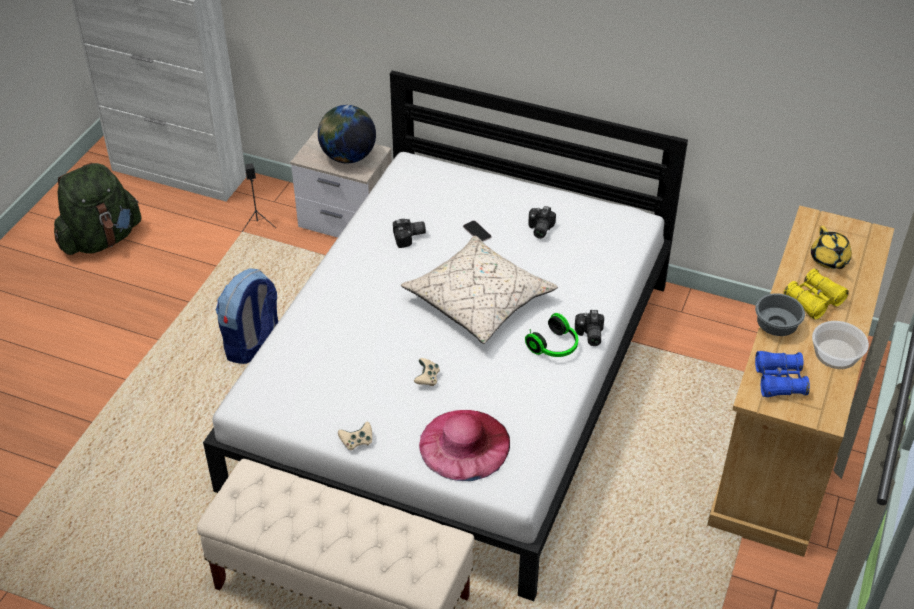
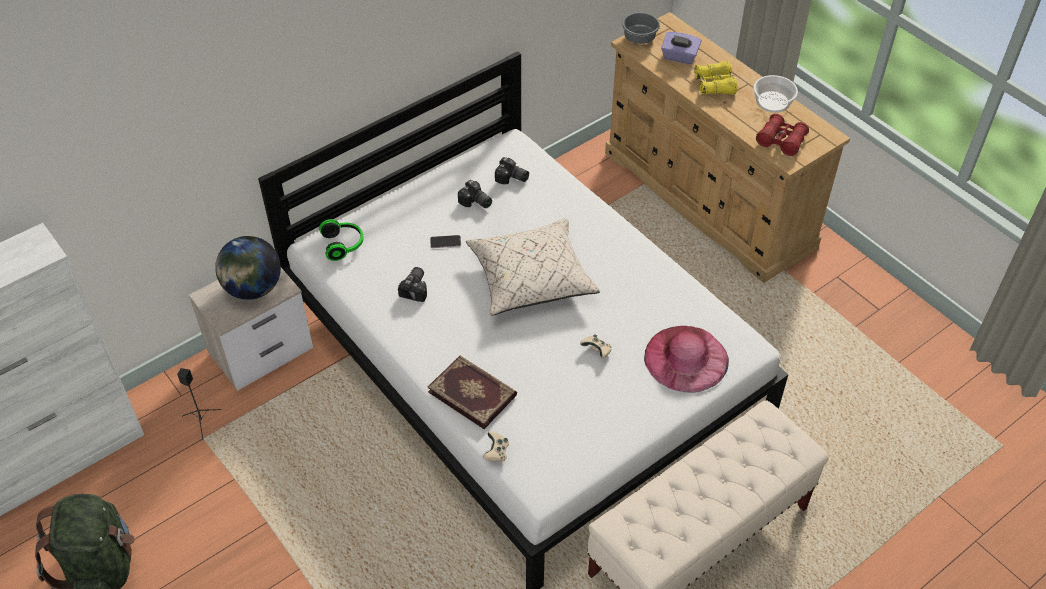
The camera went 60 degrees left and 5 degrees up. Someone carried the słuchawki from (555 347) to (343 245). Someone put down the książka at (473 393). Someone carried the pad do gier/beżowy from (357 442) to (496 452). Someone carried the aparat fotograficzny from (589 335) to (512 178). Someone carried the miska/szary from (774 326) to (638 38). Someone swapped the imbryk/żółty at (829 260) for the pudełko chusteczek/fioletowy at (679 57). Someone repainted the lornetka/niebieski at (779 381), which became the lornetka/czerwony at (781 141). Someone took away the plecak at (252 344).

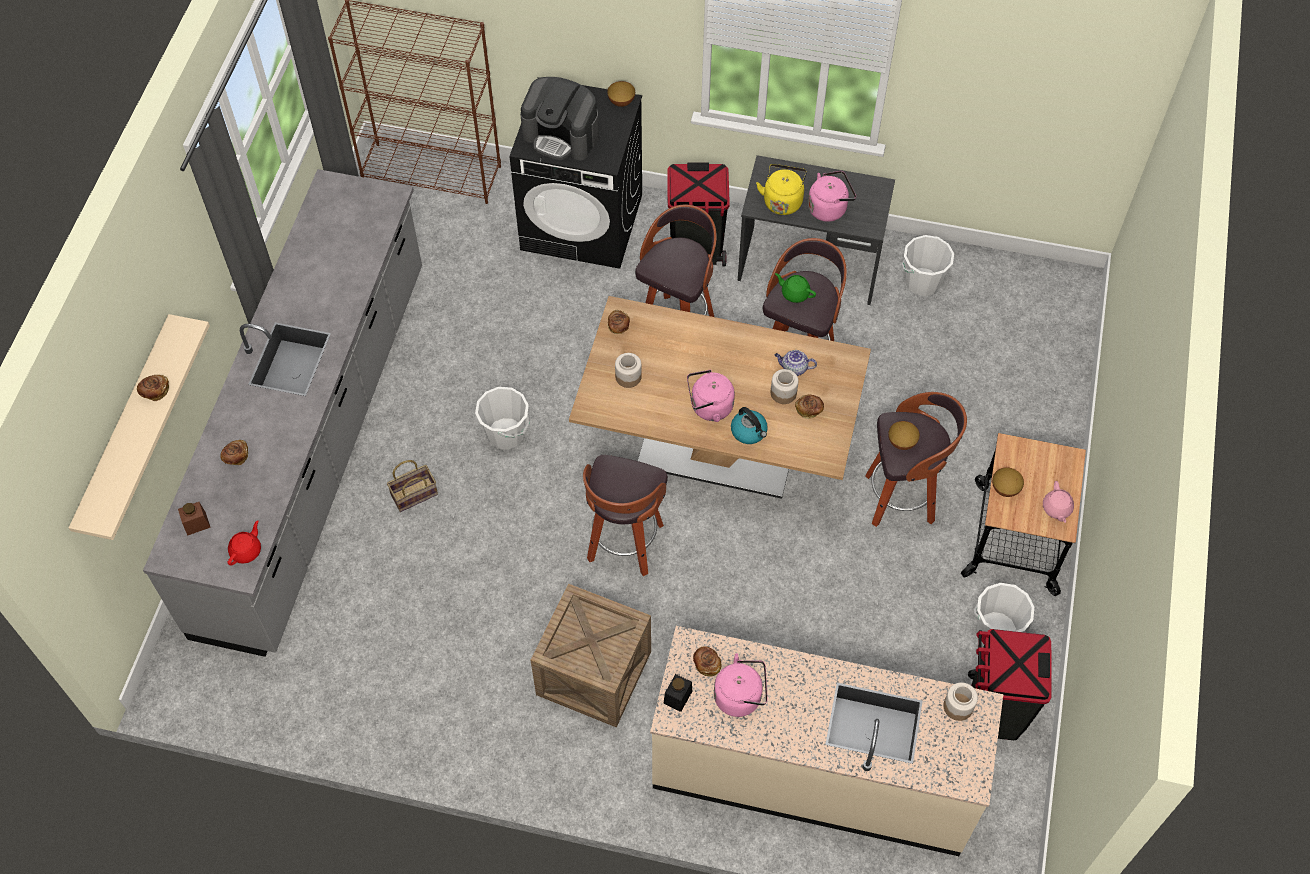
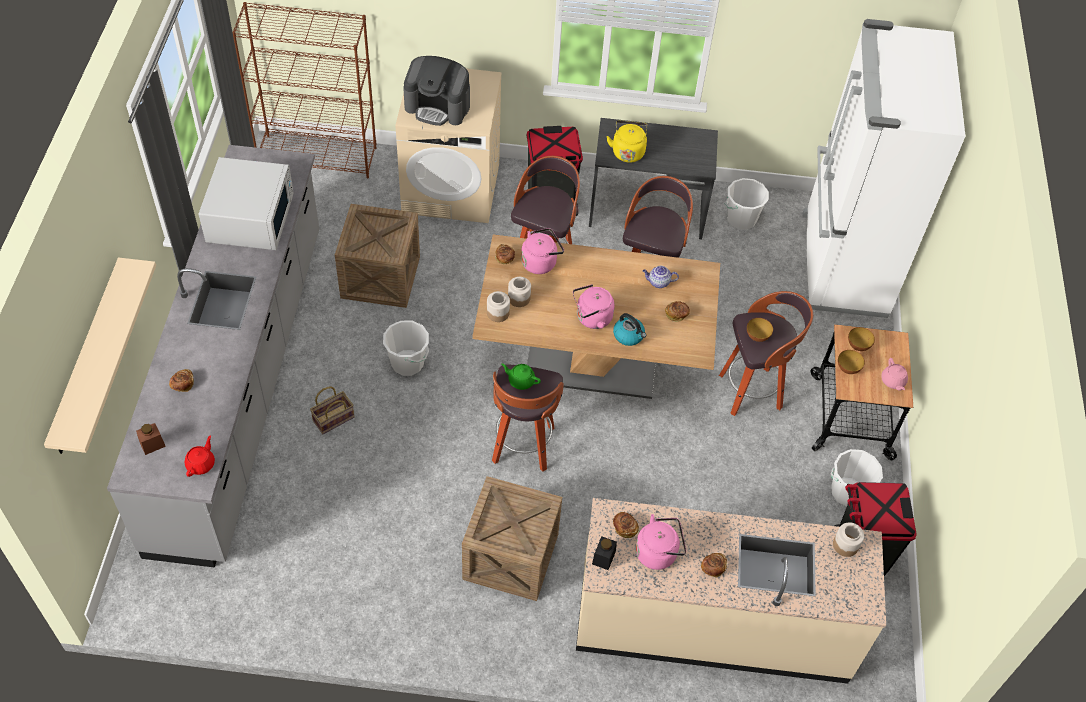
The camera went 10 degrees left and 5 degrees down. Someone put down the mikrofalówka/biały at (251 218). Someone put down the skrzynka at (380 277). Someone repainted the pralka/czarny at (582 222), which became the pralka/beżowy at (452 188). Someone carried the słoik from (783 393) to (498 313). Someone carried the imbryk/zielony from (794 293) to (521 380). Someone carried the czajnik/różowy from (829 208) to (540 262). Someone carried the chleb from (155 391) to (712 568). Someone put down the lodówka/biały at (841 265). Someone carried the miska from (621 102) to (858 346).

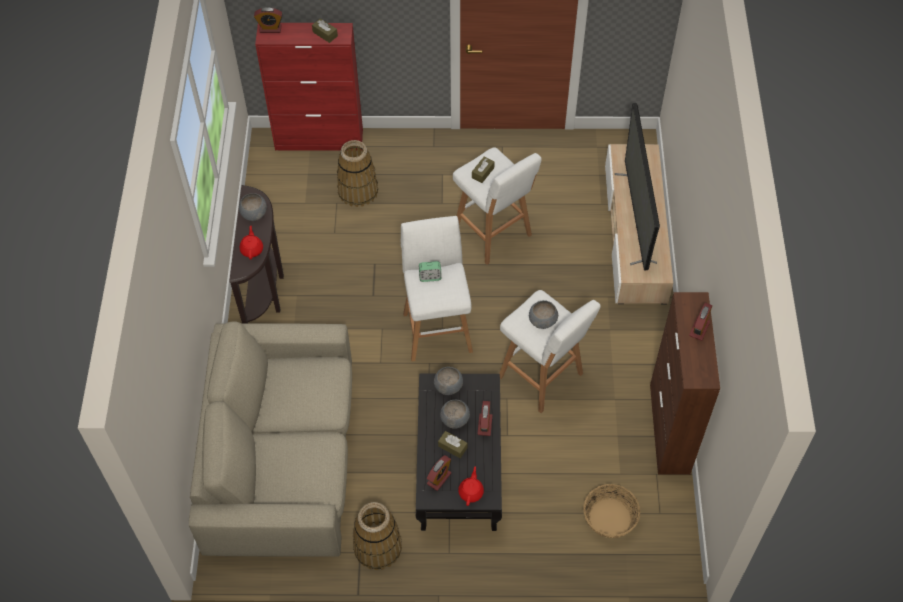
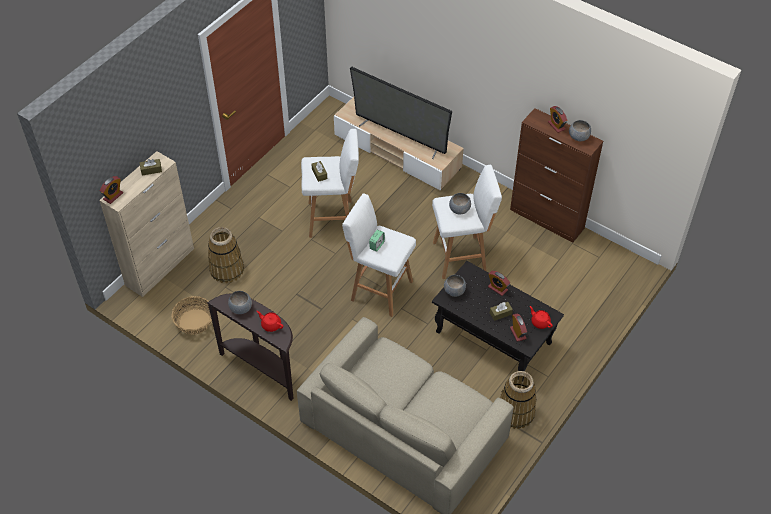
The camera went 55 degrees left and 5 degrees down. Someone repainted the szafka/czerwony at (319 140), which became the szafka/beżowy at (160 266). Someone carried the koszyk from (610 518) to (195 321). Someone carried the miska/szary from (455 419) to (578 136).

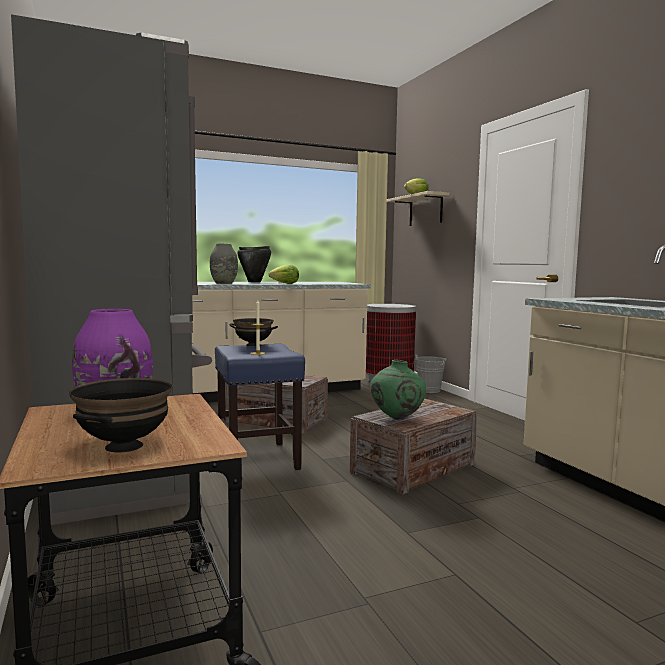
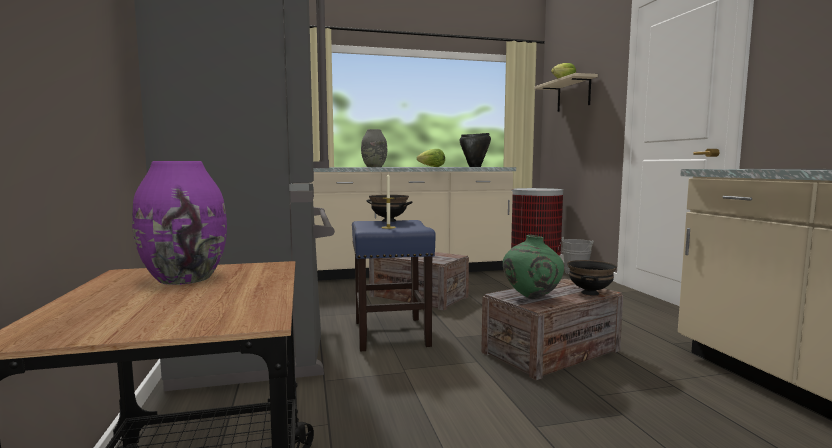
The camera went 10 degrees right and 0 degrees up. Someone carried the garnek/czarny from (254 282) to (475 166). Someone carried the miska/czarny from (123 446) to (589 293).

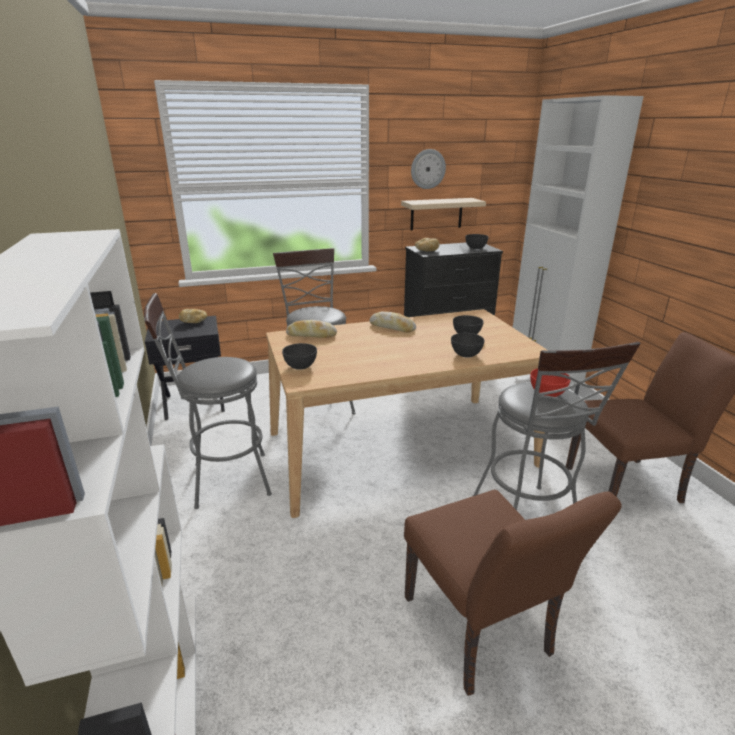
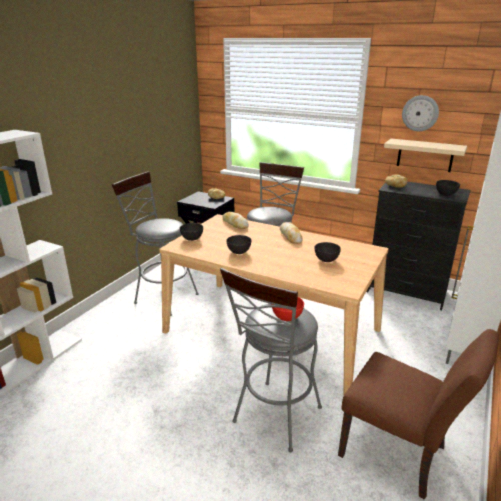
The camera went 45 degrees right and 0 degrees up. Someone carried the miska/szary from (466 355) to (239 252). Someone took away the krzesło/brązowy at (482 634).

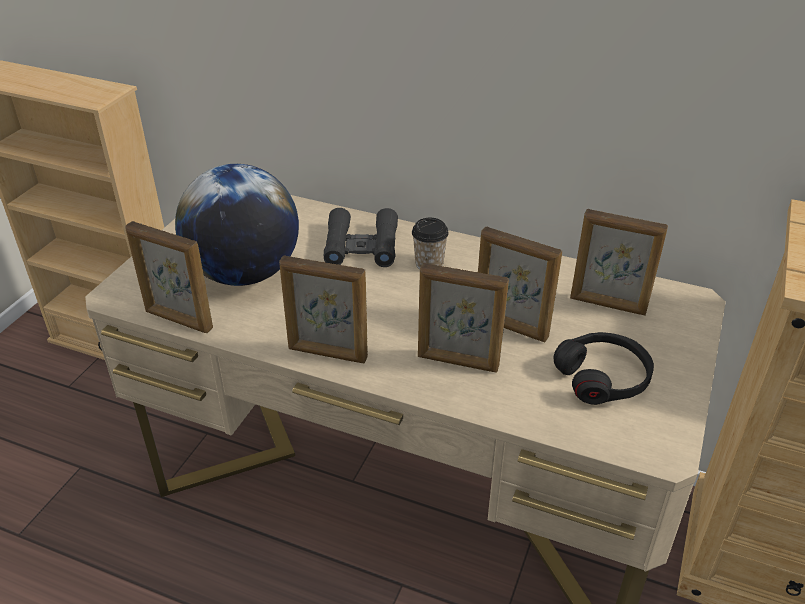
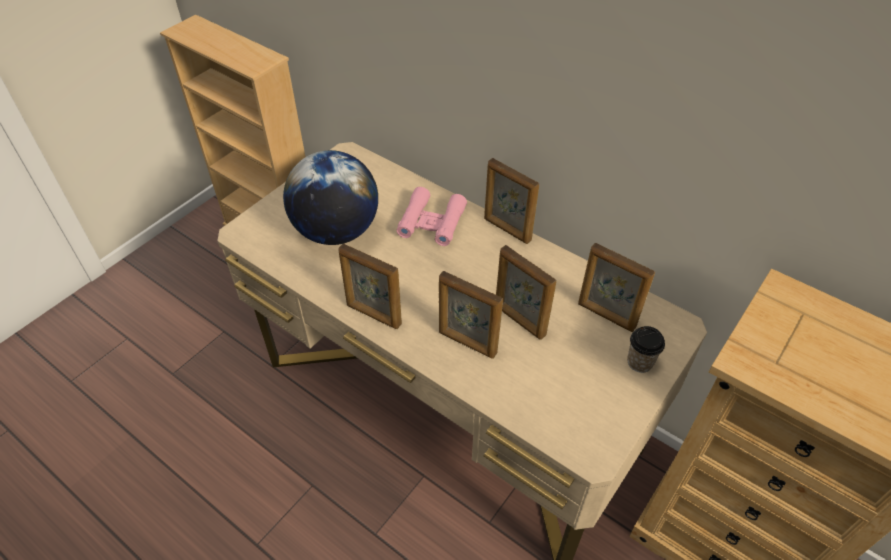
The camera went 15 degrees right and 10 degrees up. Someone repainted the lornetka/czarny at (361 246), which became the lornetka/różowy at (432 222). Someone carried the ramka na zdjęcie from (178 320) to (507 230). Someone carried the filiżanka from (429 264) to (639 362). Someone took away the słuchawki/czarny at (603 377).

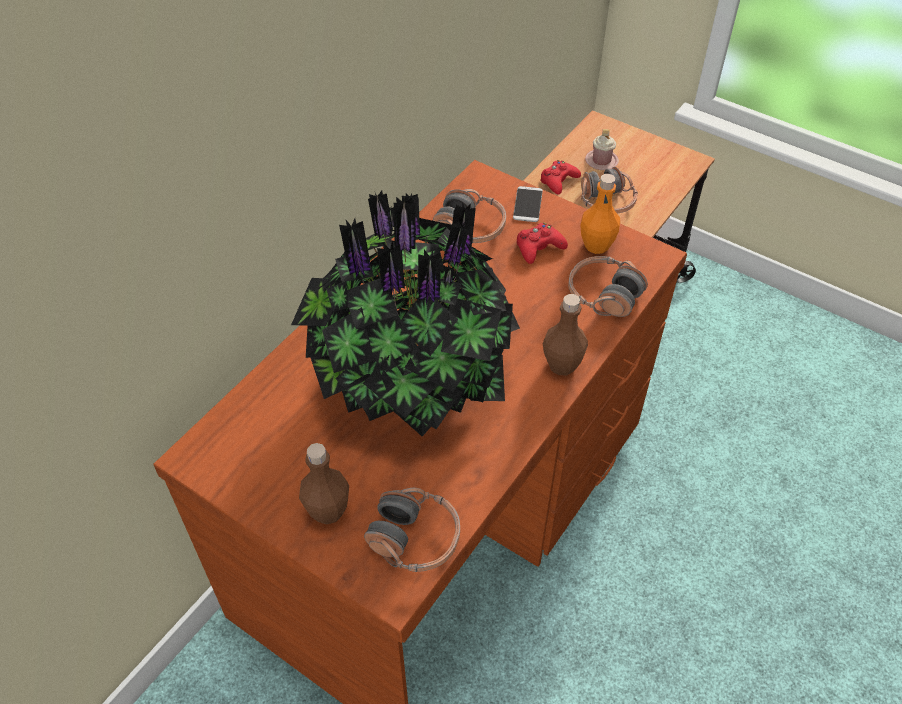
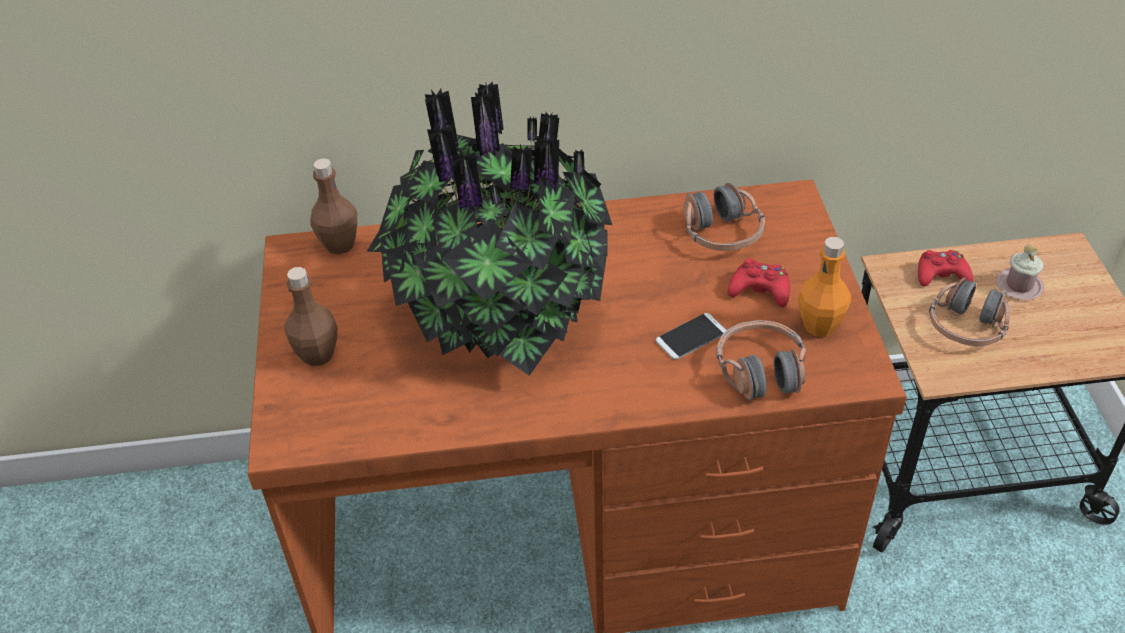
The camera went 50 degrees right and 5 degrees down. Someone carried the butelka/brązowy from (562 365) to (339 244). Someone carried the telefon from (527 204) to (691 337). Someone took away the słuchawki at (415 538).

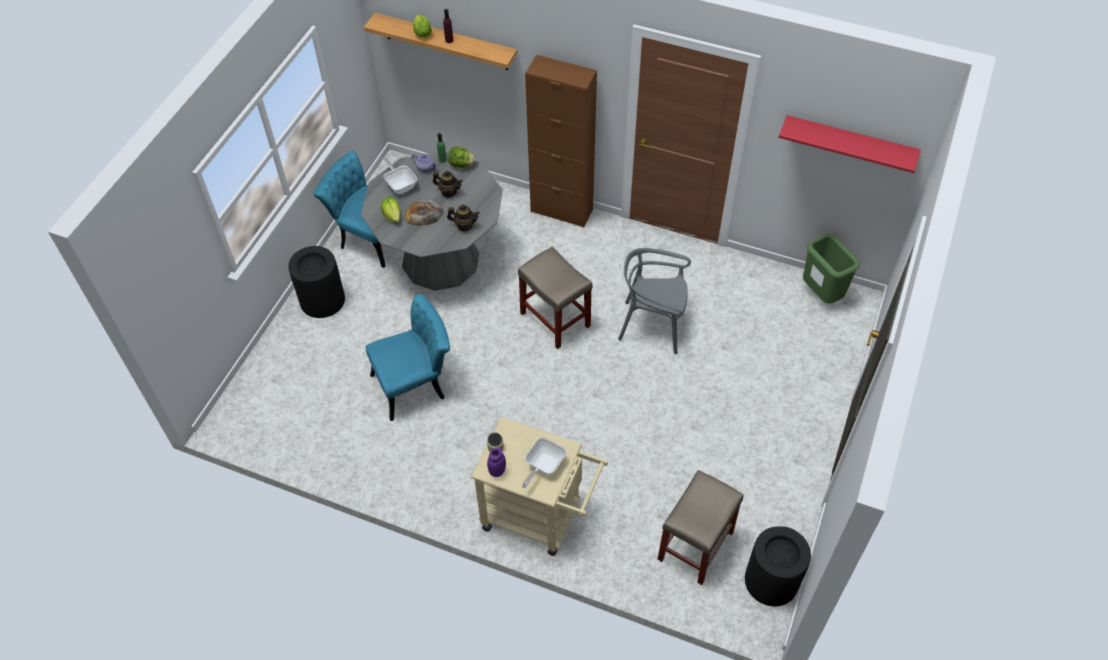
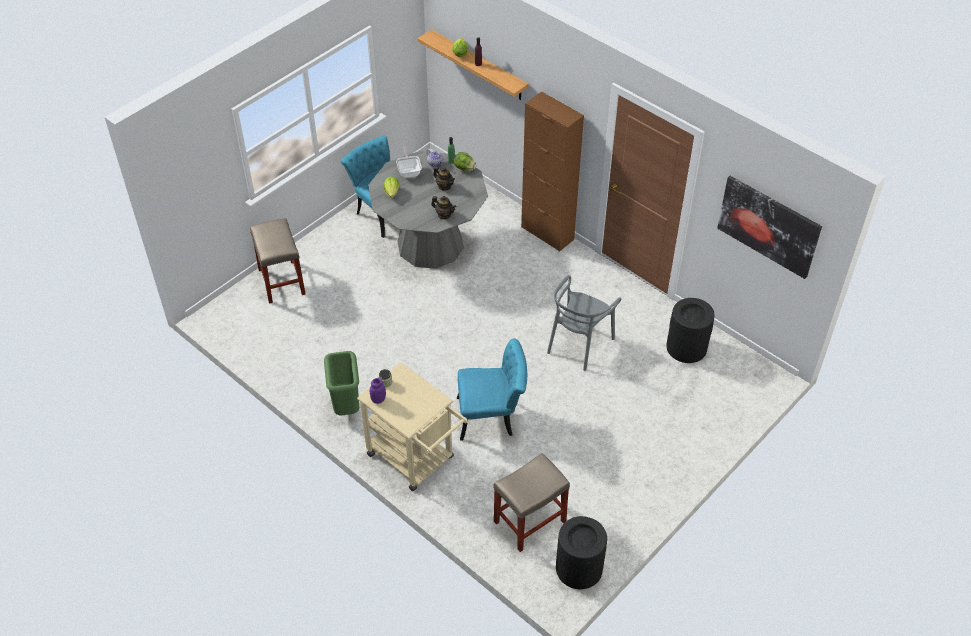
The camera went 20 degrees right and 5 degrees down. Someone carried the stołek/beżowy from (556 320) to (282 282). Someone carried the kosz na śmieci/zielony from (821 294) to (347 407). Someone carried the krzesło/turkusowy from (416 384) to (492 416). Someone rotated the krzesło/szary at (652 325) by 90 degrees counterclockwise. Someone carried the kosz na śmieci/czarny from (322 300) to (686 347). Someone swapped the półka/czerwony at (849 143) for the obraz at (768 226). Someone took away the chleb at (423 213). Someone took away the patelnia at (543 466).

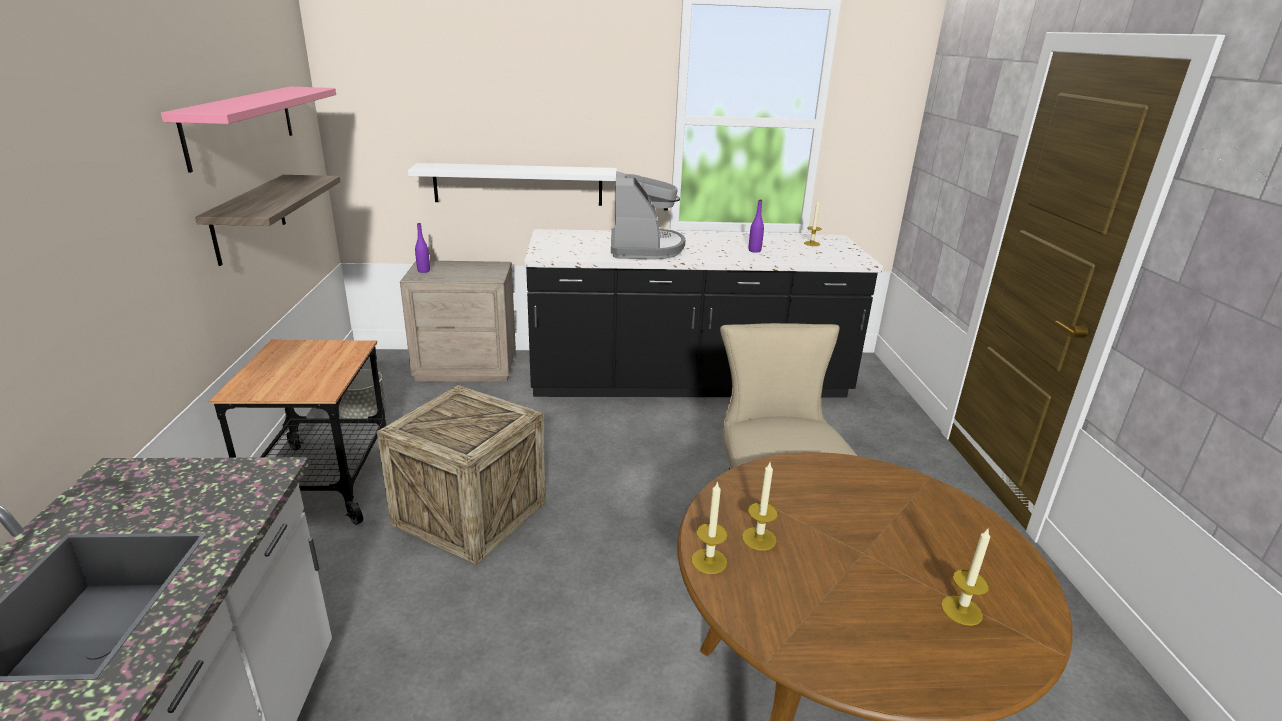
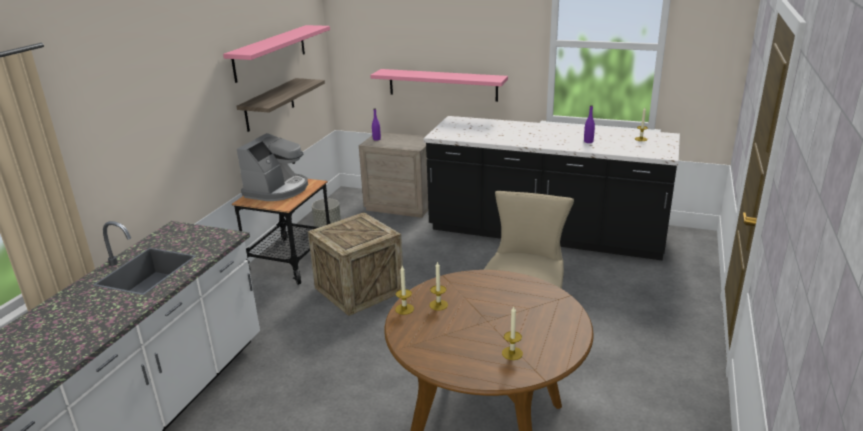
The camera went 25 degrees right and 0 degrees up. Someone carried the ekspres do kawy from (645 248) to (277 190). Someone repainted the półka/biały at (518 184), which became the półka/różowy at (442 85).

